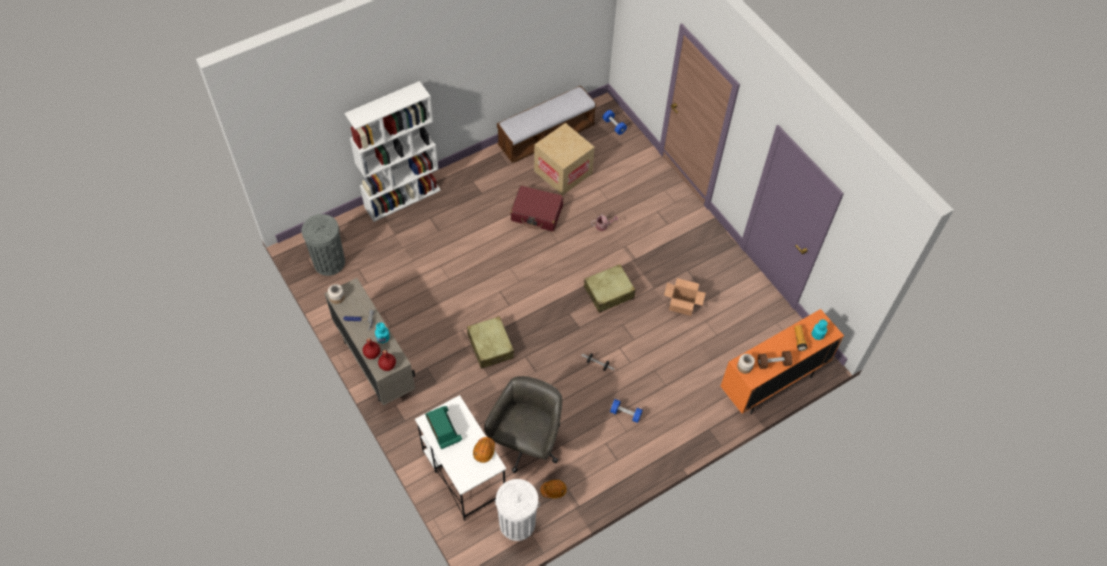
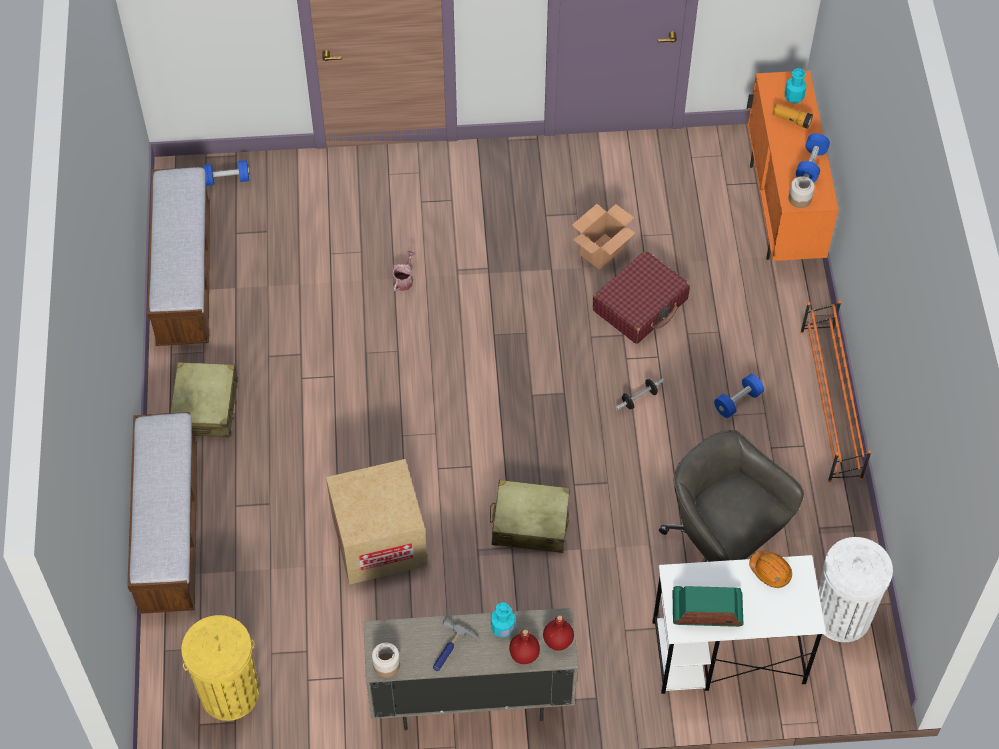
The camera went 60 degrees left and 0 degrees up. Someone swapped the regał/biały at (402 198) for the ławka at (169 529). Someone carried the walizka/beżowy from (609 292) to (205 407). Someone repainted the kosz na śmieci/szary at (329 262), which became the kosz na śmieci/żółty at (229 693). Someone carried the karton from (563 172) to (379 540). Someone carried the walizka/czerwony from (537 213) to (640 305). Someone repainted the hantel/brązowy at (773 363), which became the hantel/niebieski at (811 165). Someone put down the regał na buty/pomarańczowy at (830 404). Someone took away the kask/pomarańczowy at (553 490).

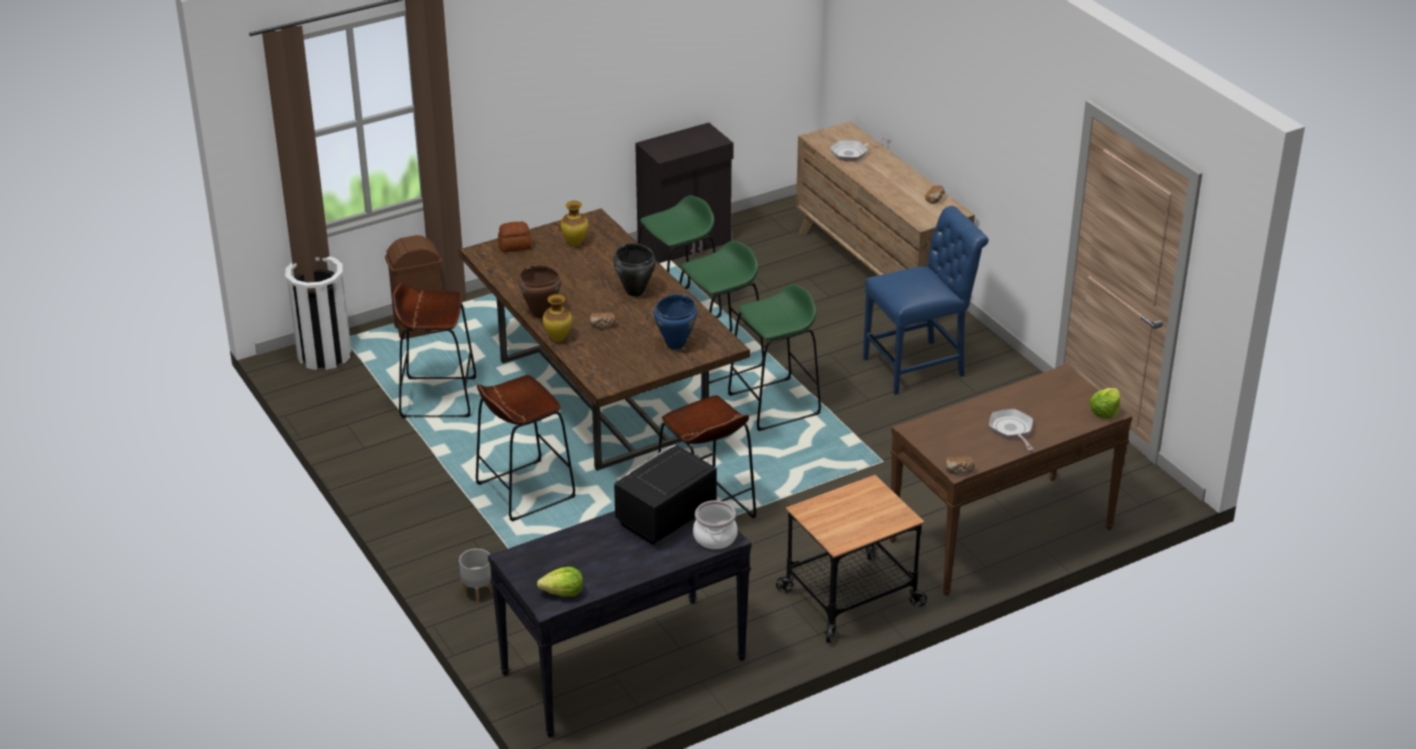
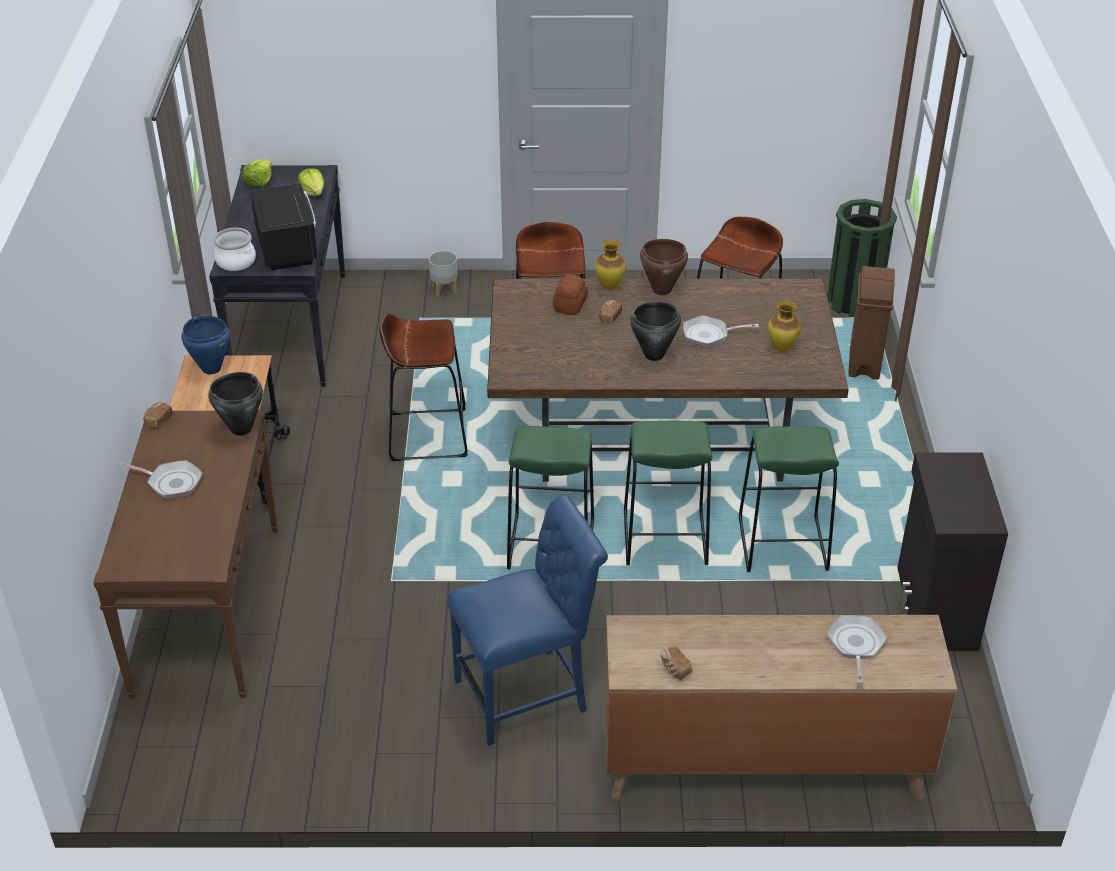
The camera went 120 degrees right and 5 degrees up. Someone carried the garnek/niebieski from (676 344) to (211 369). Someone put down the garnek/czarny at (240 429). Someone carried the sałata from (1104 411) to (313 192). Someone rotated the krzesło/niebieski at (919 366) by 120 degrees counterclockwise. Someone carried the chleb from (515 246) to (569 305). Someone put down the patelnia at (709 335). Someone repainted the kosz na śmieci/biały at (324 354), which became the kosz na śmieci/zielony at (854 301).

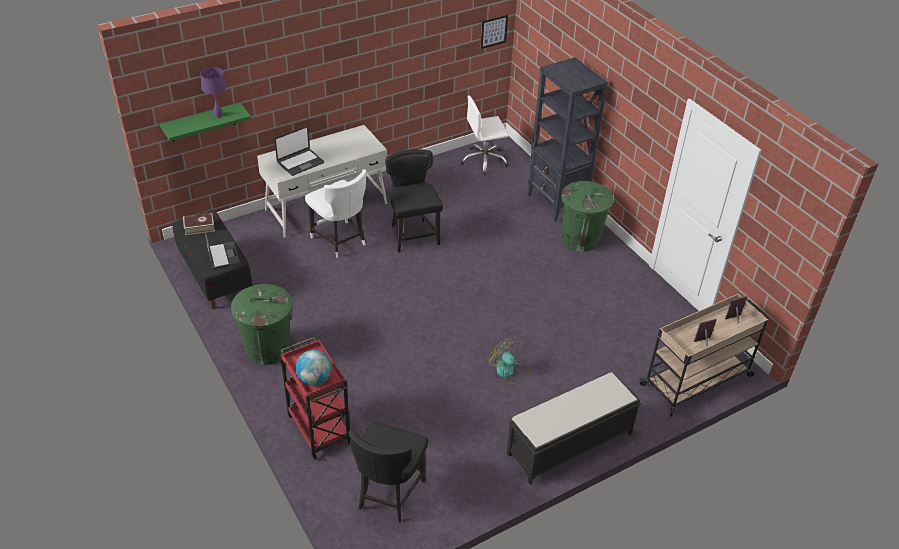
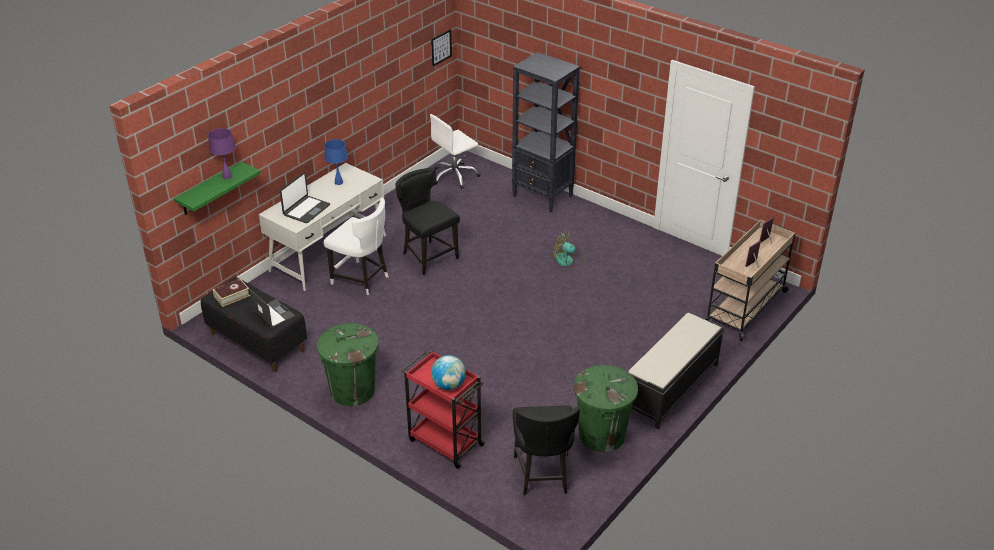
The camera went 20 degrees left and 5 degrees down. Someone put down the lampa stołowa/niebieski at (338 182). Someone carried the wentylator from (509 371) to (568 261). Someone carried the kosz na śmieci/zielony from (580 239) to (602 435).

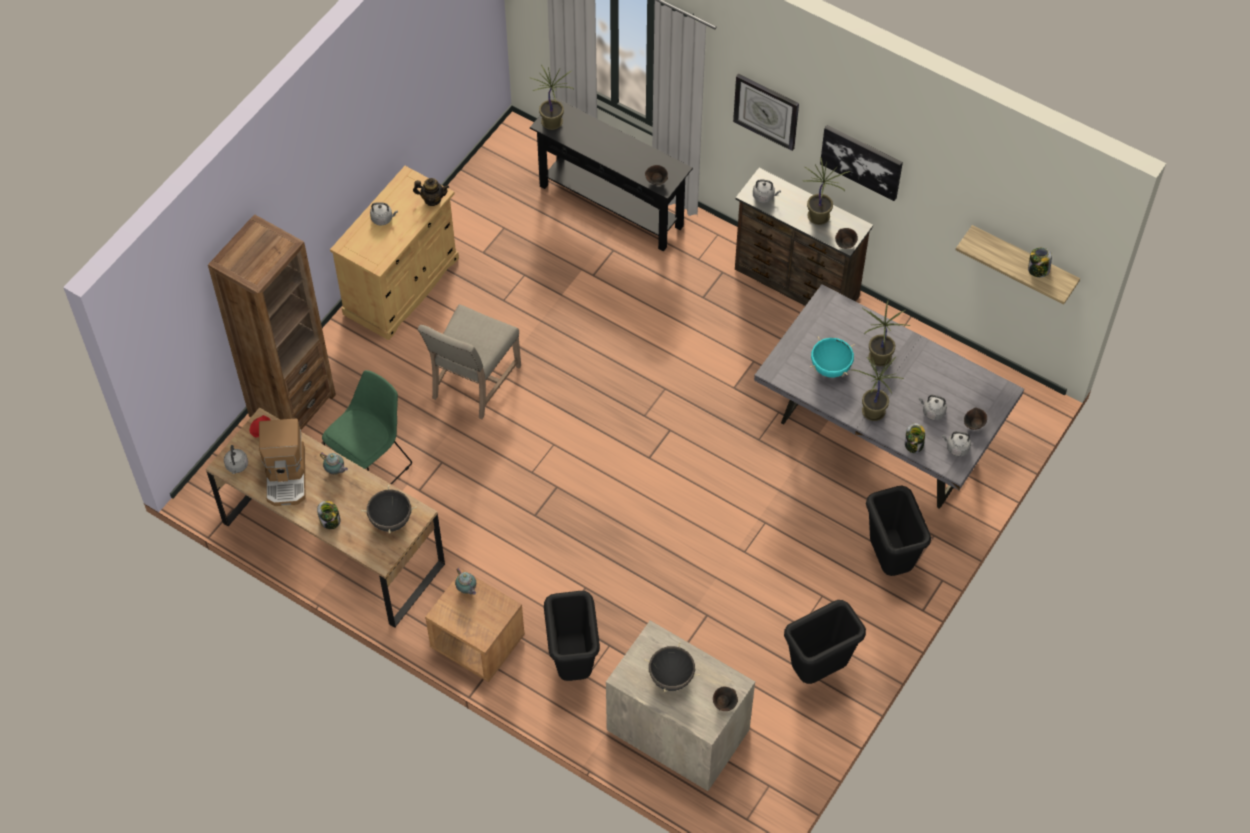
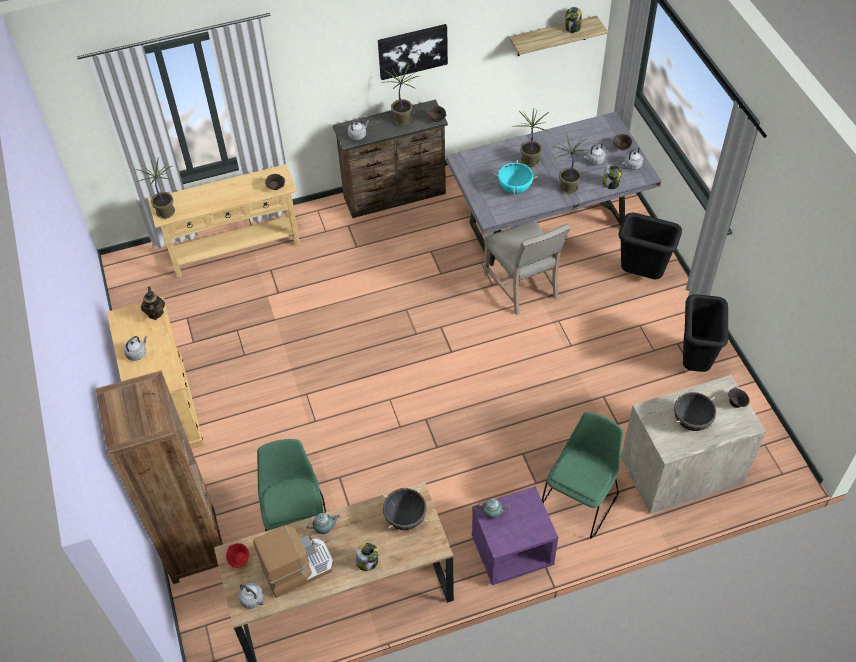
The camera went 50 degrees left and 5 degrees down. Someone rotated the imbryk at (432 199) by 60 degrees counterclockwise. Someone repainted the stolik konsolowy/czarny at (611 205), which became the stolik konsolowy/beżowy at (235 249). Someone rotated the ekspres do kawy at (287 476) by 60 degrees counterclockwise. Someone repainted the szafka nocna/brązowy at (477 642), which became the szafka nocna/fioletowy at (512 552). Someone carried the krzesło/beżowy from (473 383) to (523 287). Someone swapped the kosz na śmieci/czarny at (573 664) for the krzesło/zielony at (579 500). Someone took away the zegar ścienny at (766 111).

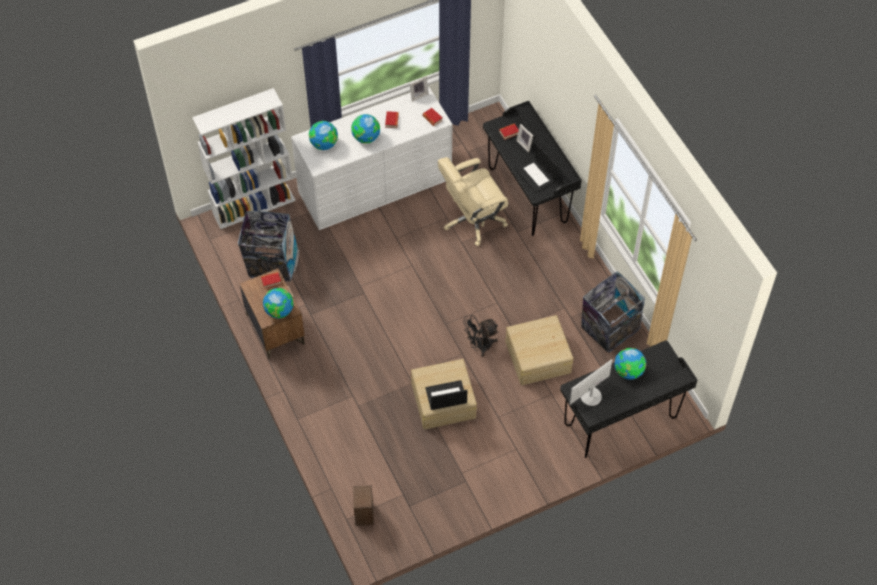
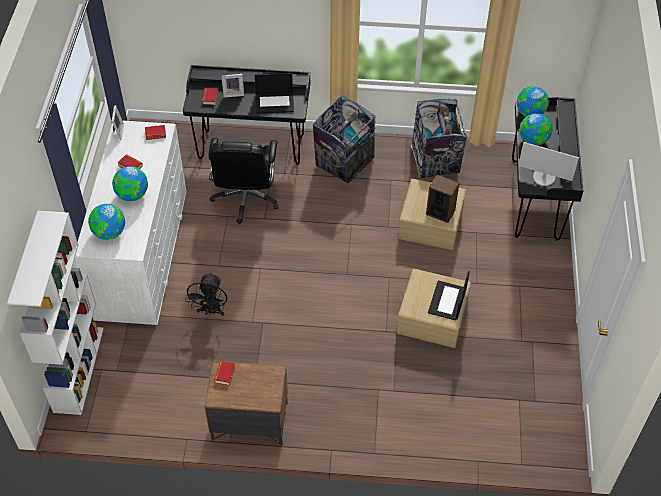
The camera went 60 degrees left and 5 degrees down. Someone carried the wentylator/czarny from (480 346) to (210 311). Someone repainted the krzesło biurowe/beżowy at (473 220), which became the krzesło biurowe/czarny at (246 198). Someone carried the kosz na śmieci from (272 264) to (344 163). Someone carried the głośnik from (364 514) to (440 212). Someone carried the globus from (279 310) to (530 113). Someone rotated the monitor at (590 396) by 60 degrees counterclockwise.

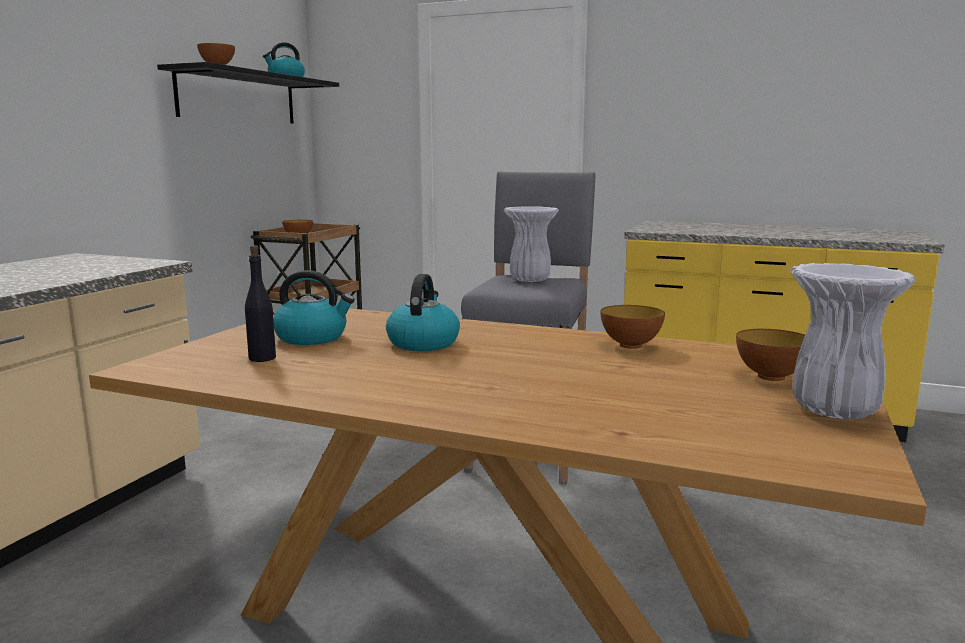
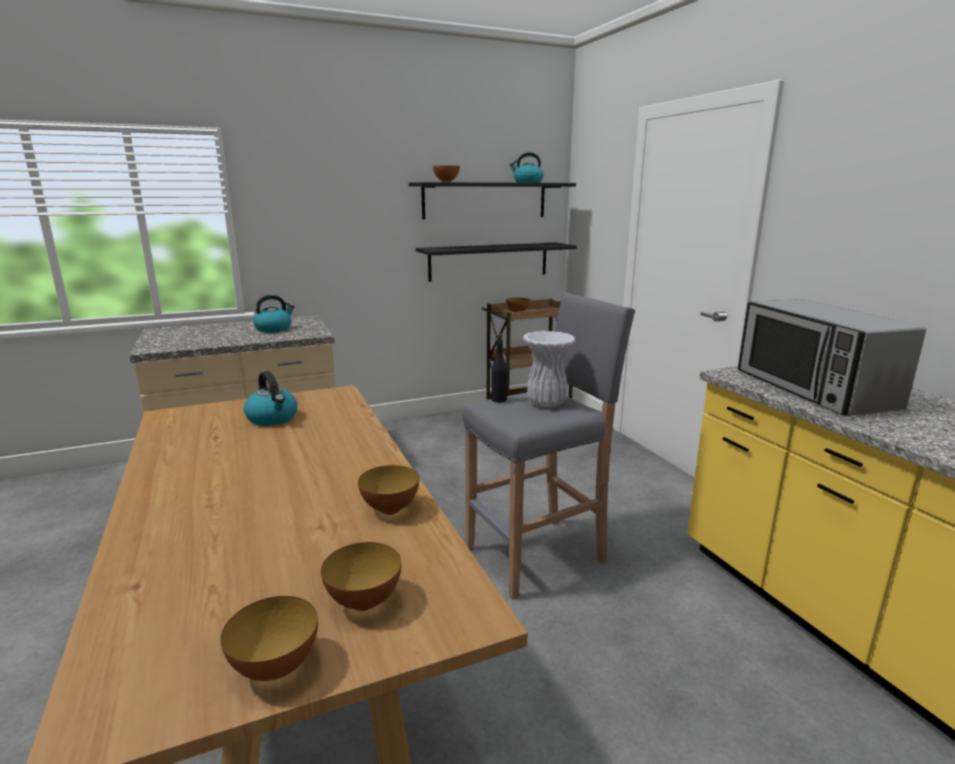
The camera went 45 degrees right and 5 degrees up. Someone swapped the wazon/biały at (832 411) for the miska at (275 667). Someone carried the czajnik from (423 343) to (274 329). Someone put up the półka/czarny at (489 261). Someone carried the butelka/czarny from (262 358) to (499 400). Someone put down the mikrofalówka at (812 390).

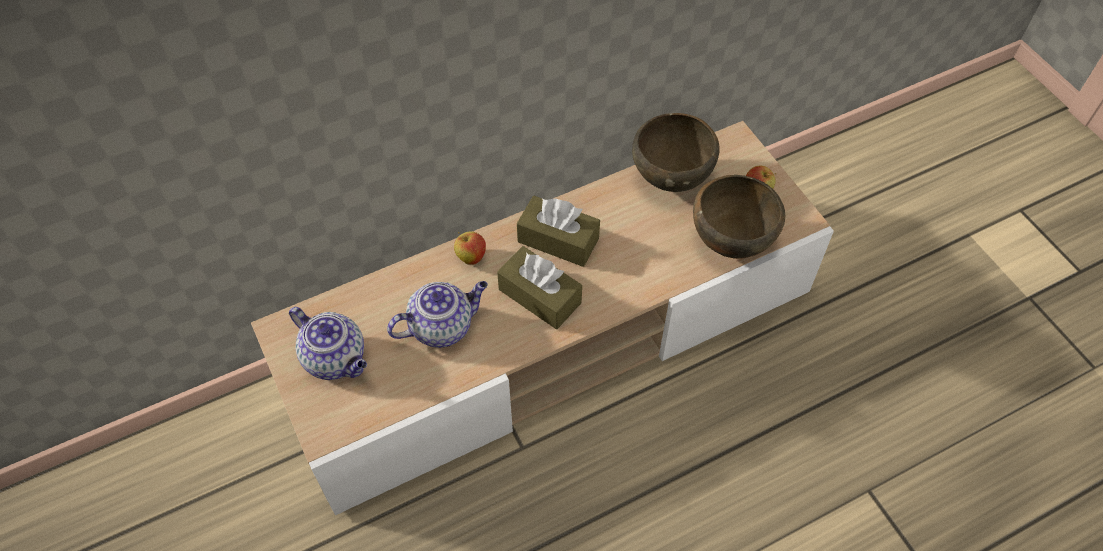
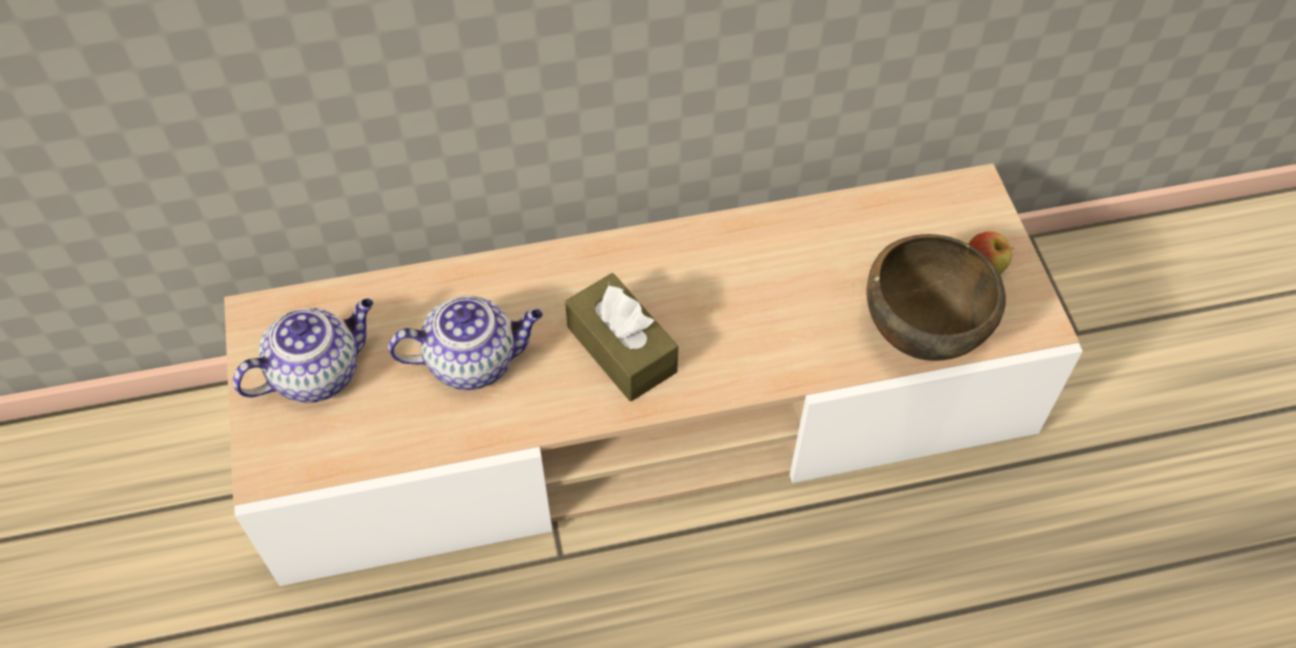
The camera went 15 degrees right and 0 degrees up. Someone rotated the imbryk at (336 359) by 90 degrees counterclockwise. Someone took away the jabłko at (471 257). Someone took away the pudełko chusteczek/brązowy at (558 240). Someone took away the miska/brązowy at (671 178).

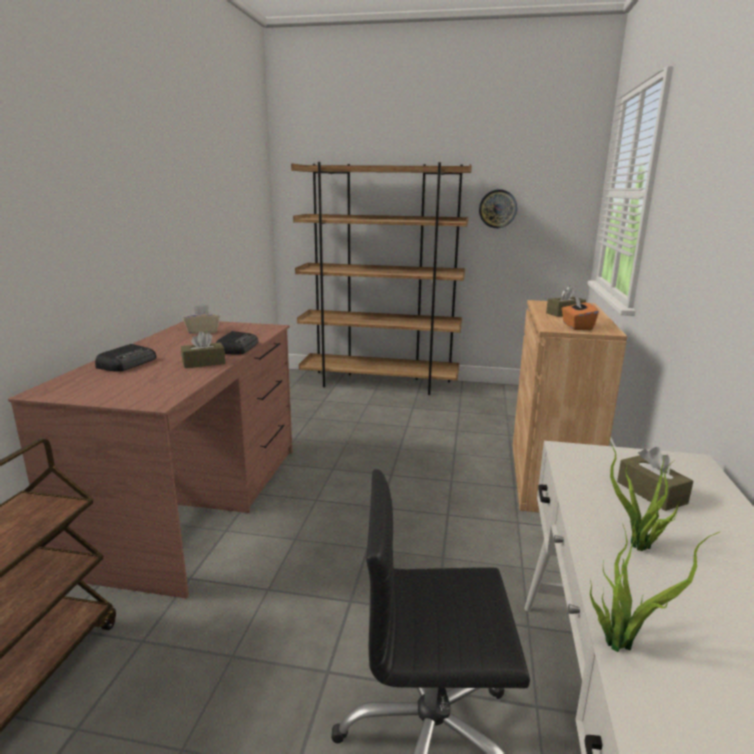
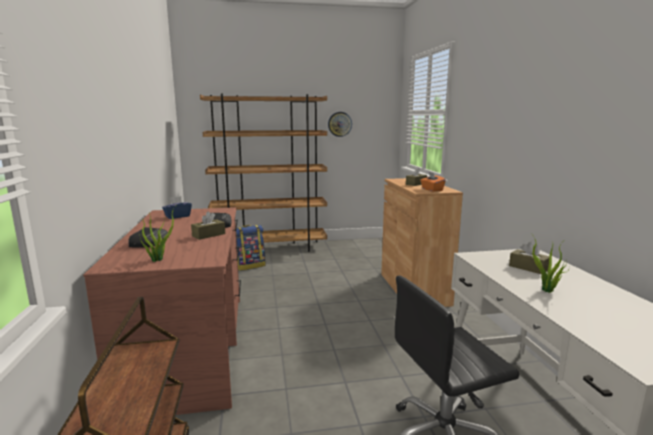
The camera went 20 degrees left and 5 degrees down. Someone carried the roślina doniczkowa from (621 641) to (159 259). Someone repainted the pudełko chusteczek/beżowy at (203 331), which became the pudełko chusteczek/niebieski at (177 216). Someone put down the plecak at (250 266).

